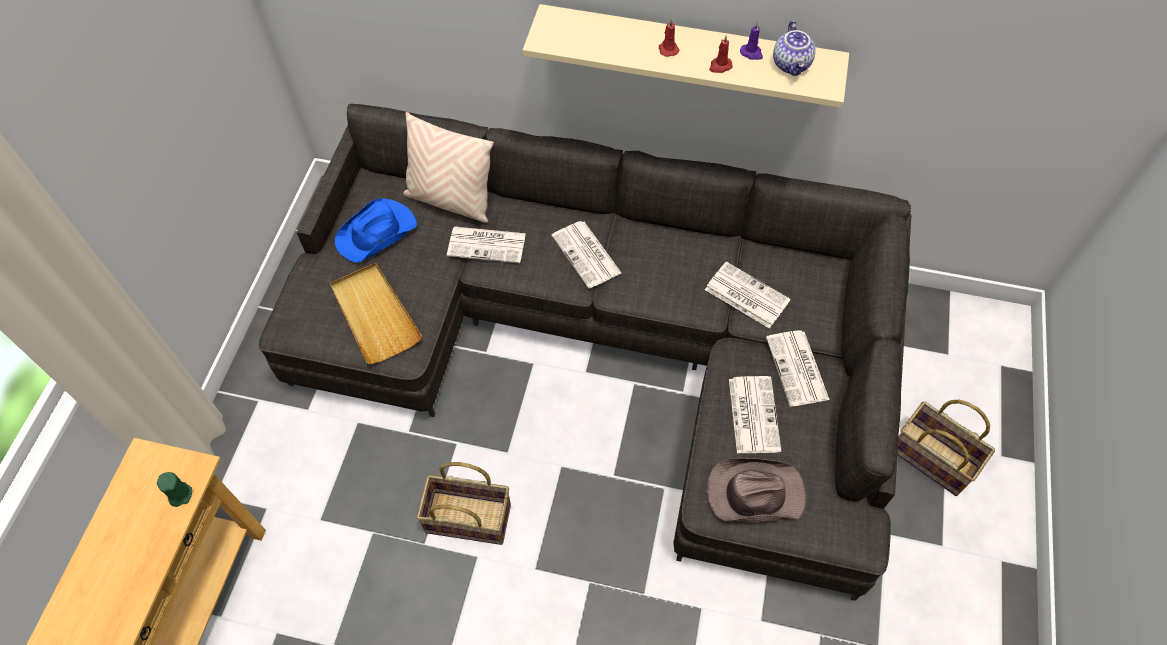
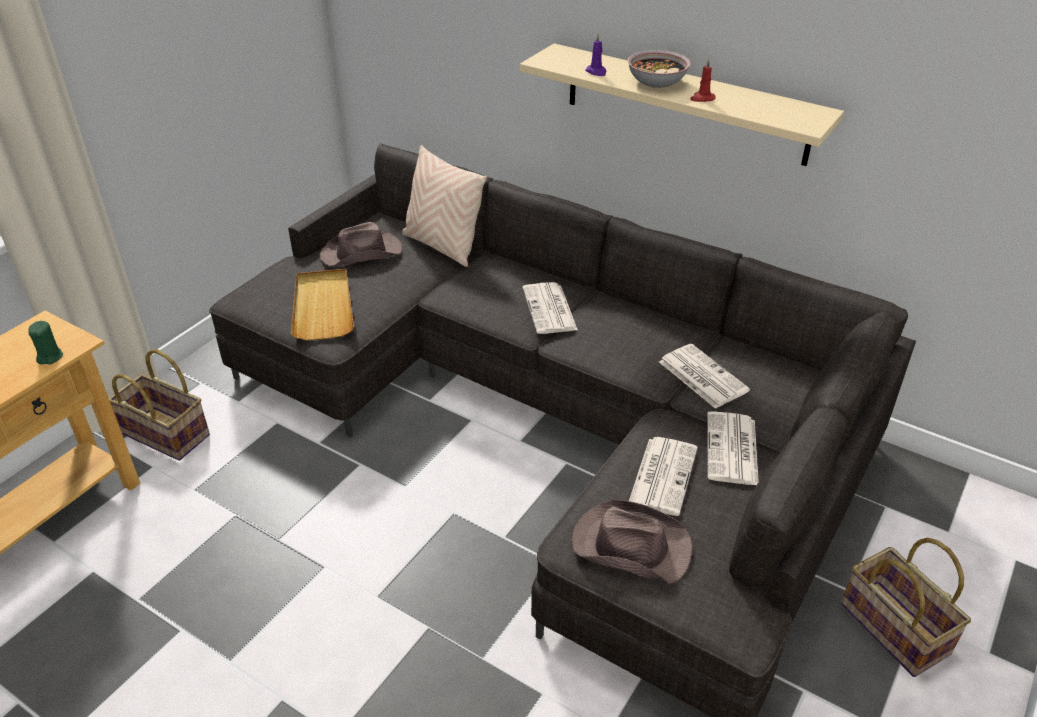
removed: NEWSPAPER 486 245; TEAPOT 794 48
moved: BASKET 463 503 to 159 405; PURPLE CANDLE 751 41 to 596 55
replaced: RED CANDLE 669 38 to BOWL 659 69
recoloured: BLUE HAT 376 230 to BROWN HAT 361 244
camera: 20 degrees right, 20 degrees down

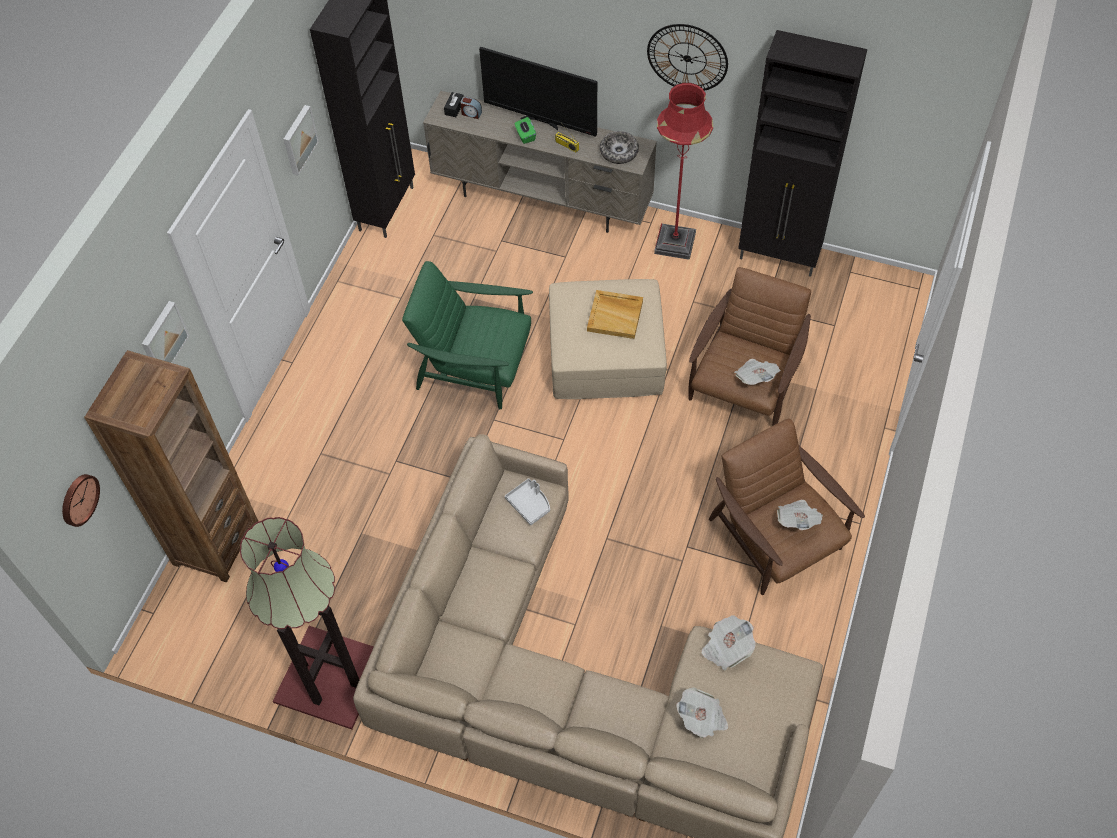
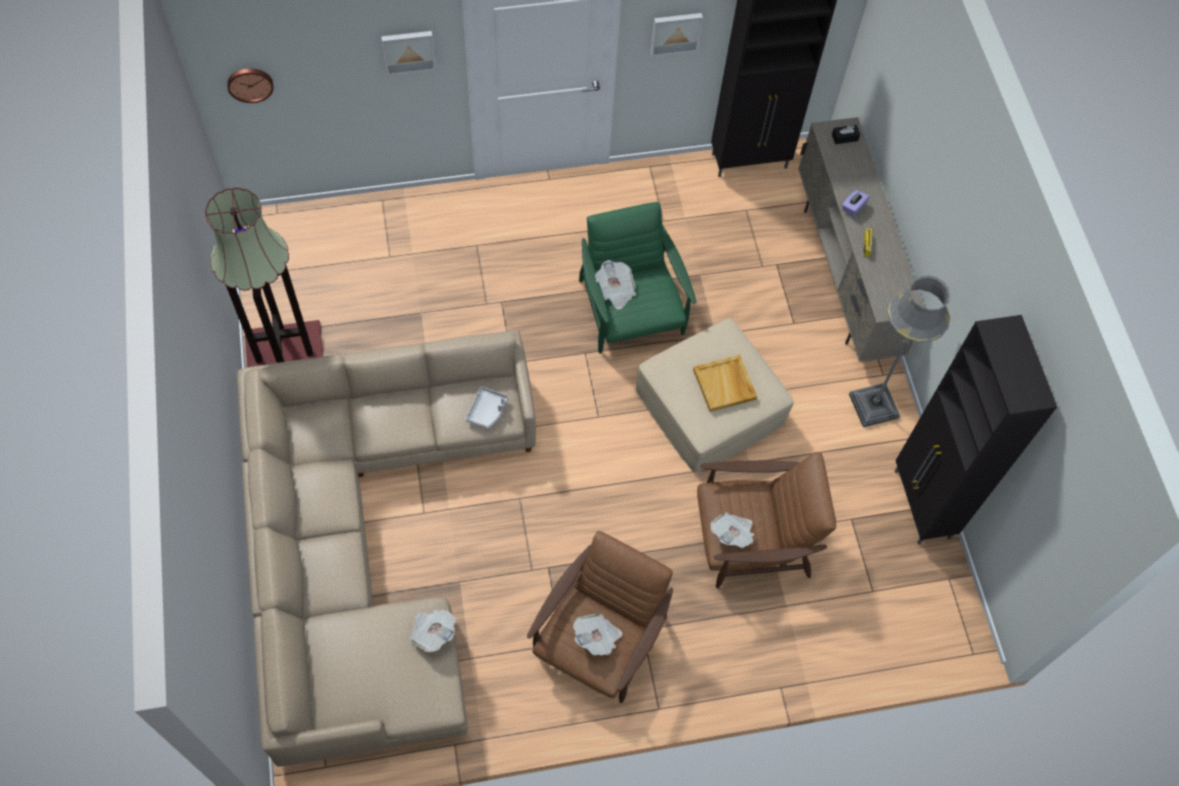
removed: BROWN BOOKCASE 171 466; ALARM CLOCK 471 107; TELEVISION 538 92; BOWL 619 147; WALL CLOCK 687 57
moved: NEWSPAPER 702 712 to 615 285
recoloured: GREEN TISSUE BOX 525 130 to PURPLE TISSUE BOX 856 203; RED FLOOR LAMP 683 171 to GREY FLOOR LAMP 899 351
camera: 55 degrees right, 5 degrees up

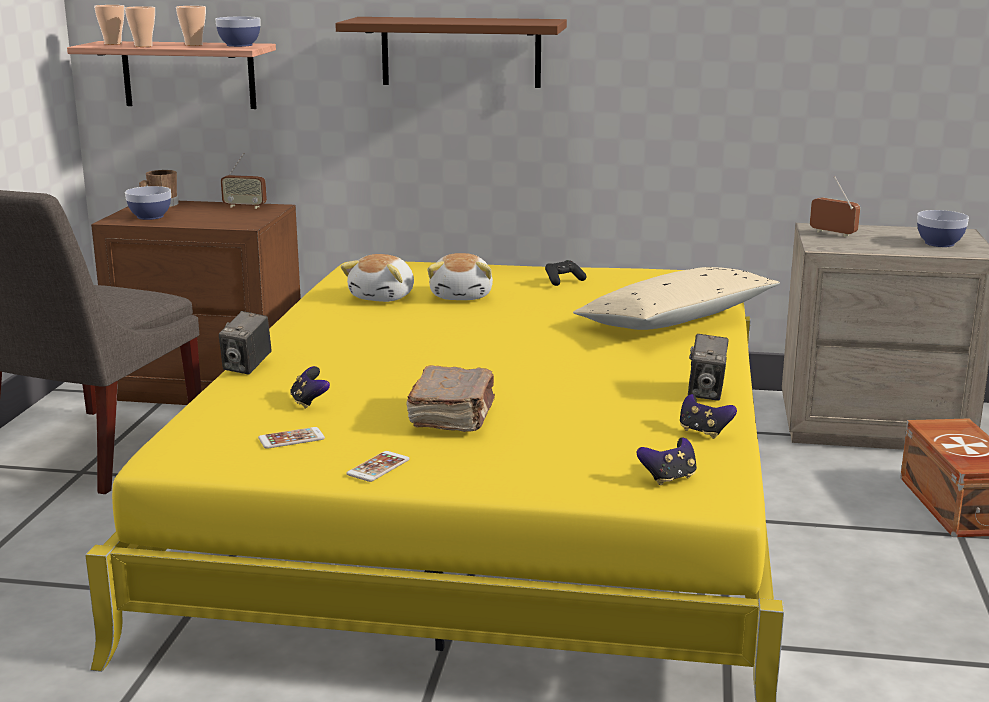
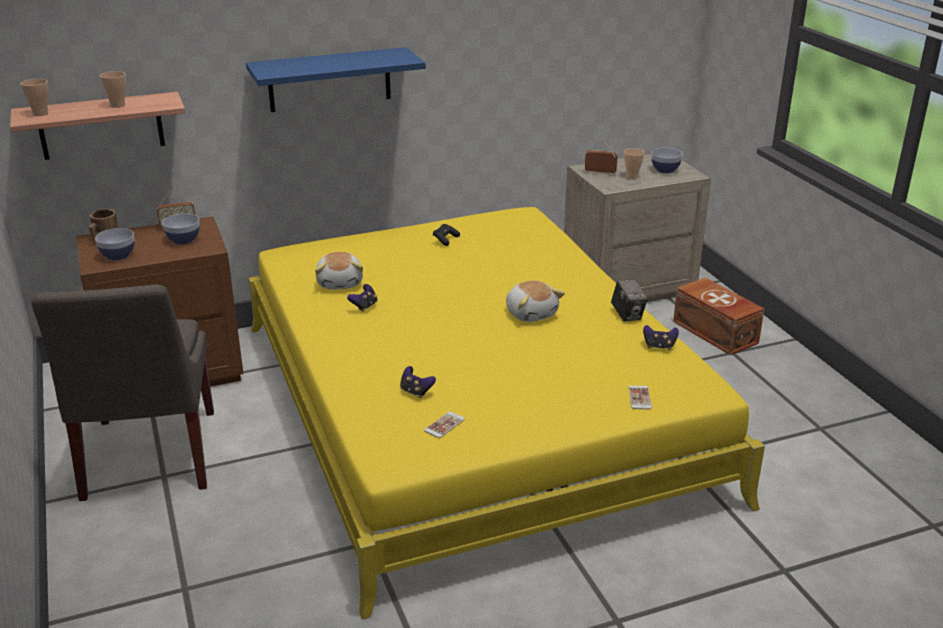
removed: PHOTO CAMERA 245 342; BROWN BOOK 450 398; BEIGE PILLOW 676 298
moved: BOWL 237 31 to 181 229; GAME CONTROLLER 667 461 to 362 298; PLUSH TOY 460 276 to 535 301; CUP 140 26 to 634 163; PHONE 378 466 to 640 397
recoloured: BROWN SHELF 451 52 to BLUE SHELF 336 79
camera: 30 degrees left, 10 degrees up

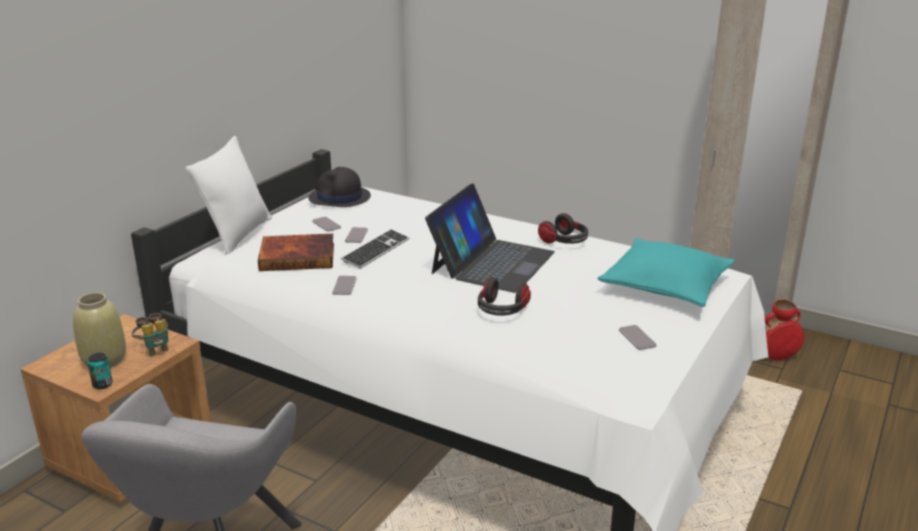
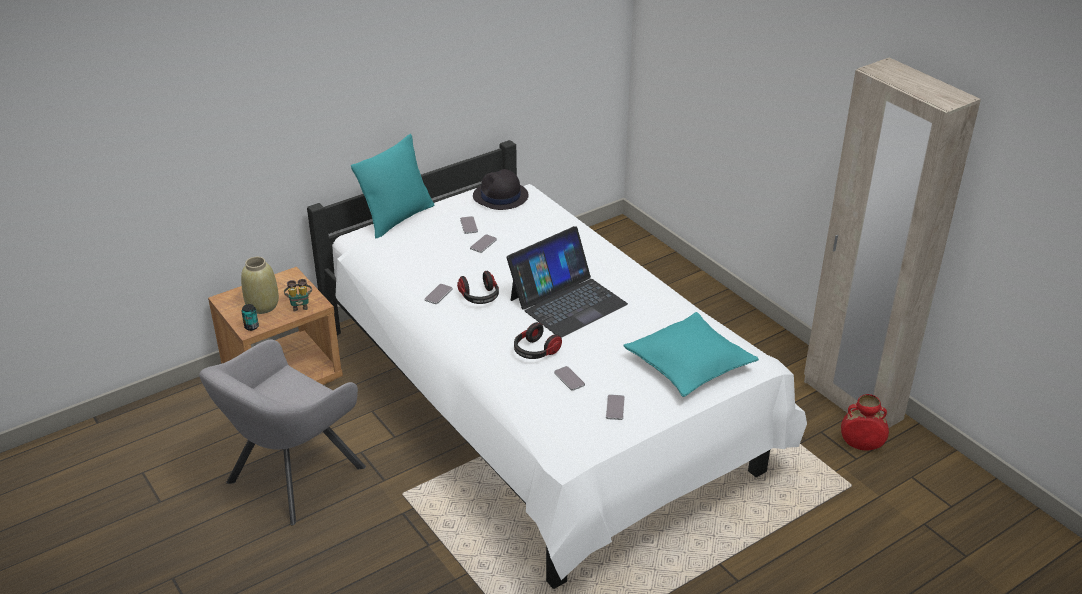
removed: BOOK 296 252; KEYBOARD 375 249
added: PHONE 569 378
moved: HEADPHONES 563 228 to 478 287
recoloured: WHITE PILLOW 229 195 to TURQUOISE PILLOW 392 186
camera: 25 degrees right, 10 degrees up

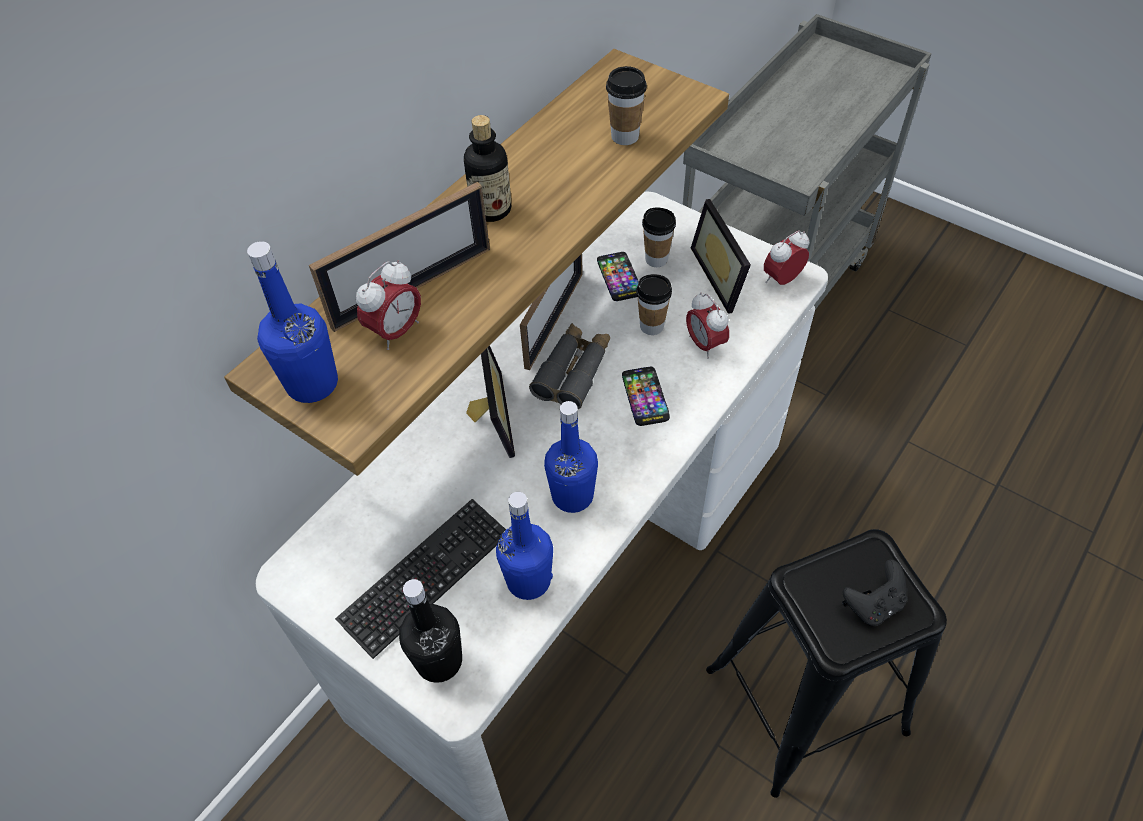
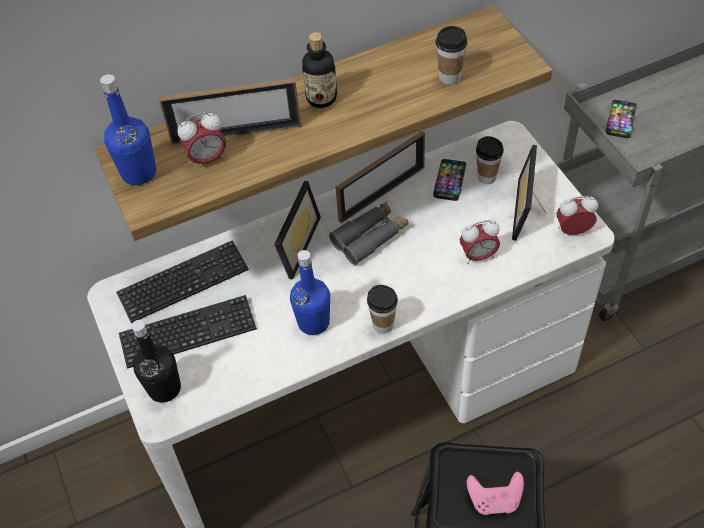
removed: BLUE BOTTLE 524 546
added: KEYBOARD 182 281
moved: CUP 654 304 to 382 309; PHONE 646 396 to 621 119
recoloured: BLACK GAME CONTROLLER 875 592 to PINK GAME CONTROLLER 495 493
turned: ALARM CLOCK 707 325 = 480 242 105 degrees counterclockwise
camera: 30 degrees right, 0 degrees up

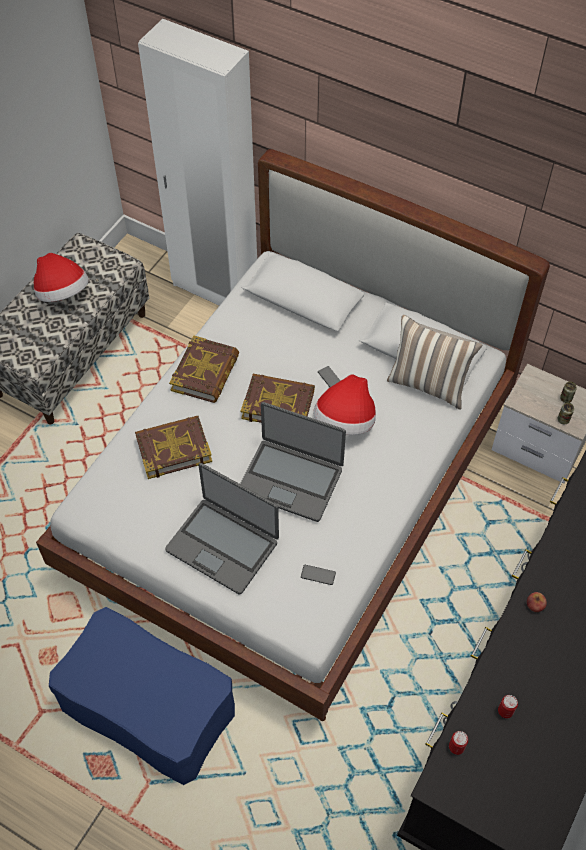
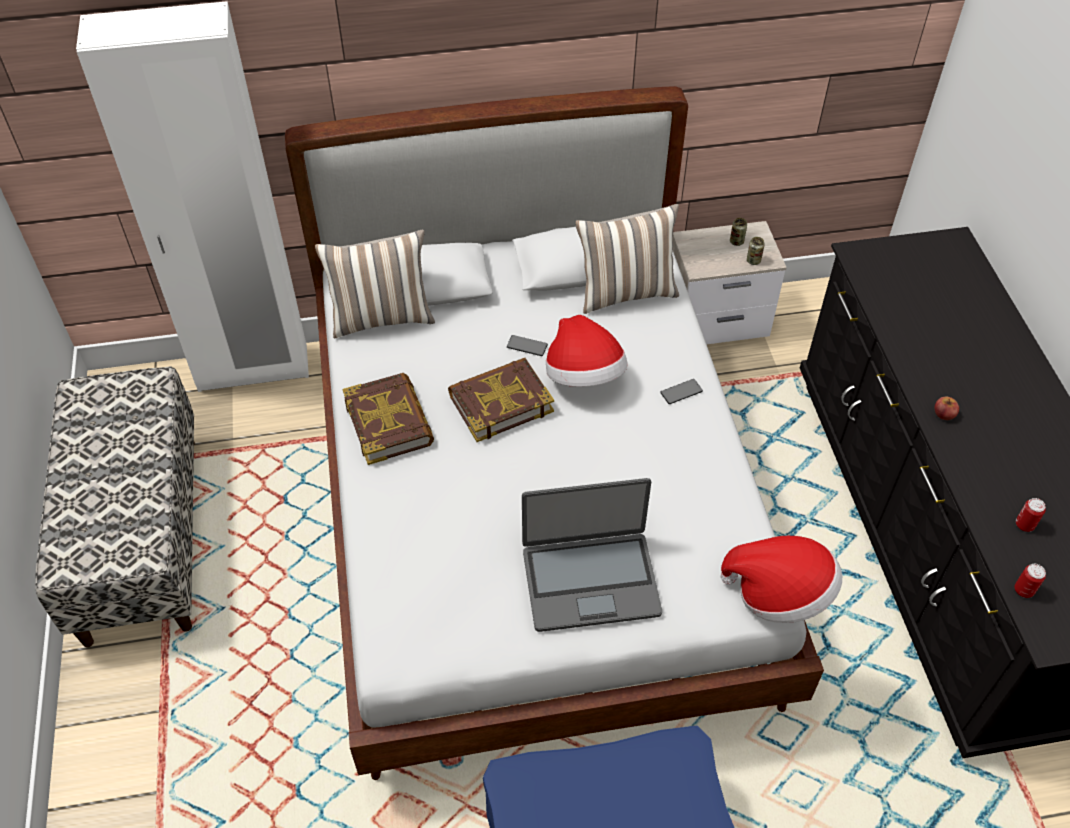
removed: BOOK 173 447; LAPTOP 293 462
added: PILLOW 375 283
moved: PHONE 318 575 to 681 391; HAT 61 277 to 781 579
camera: 40 degrees left, 5 degrees down

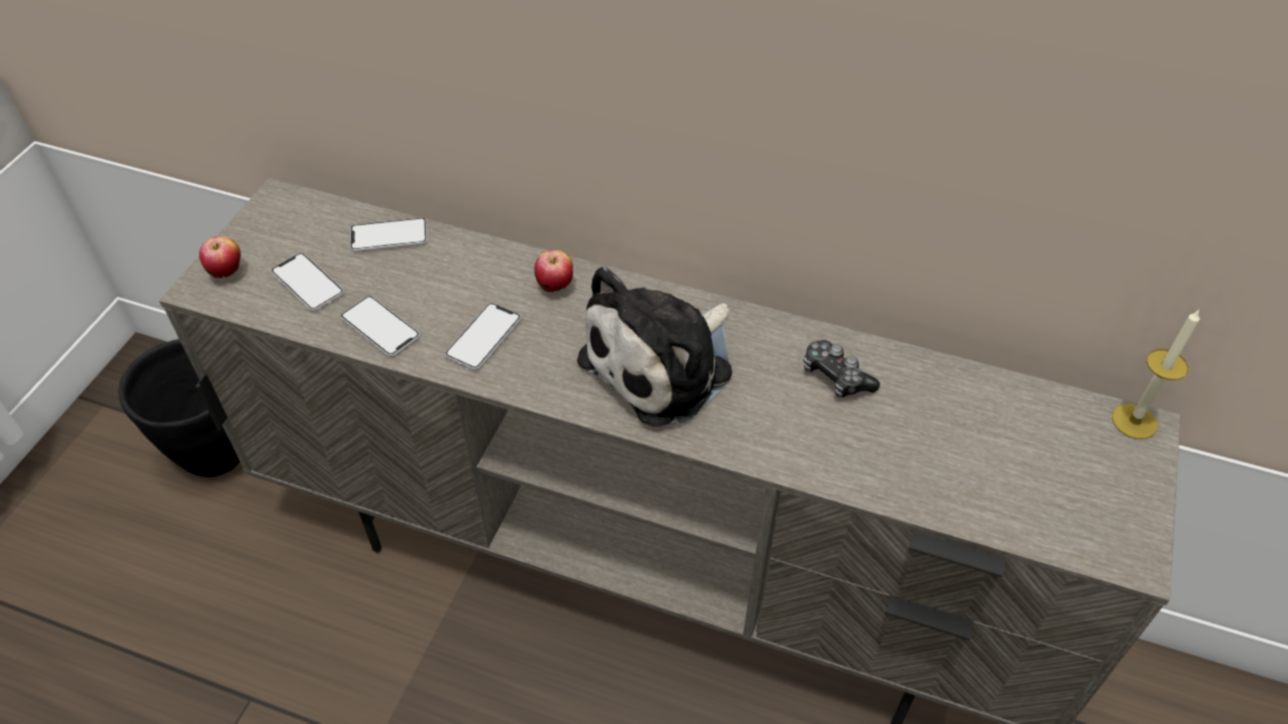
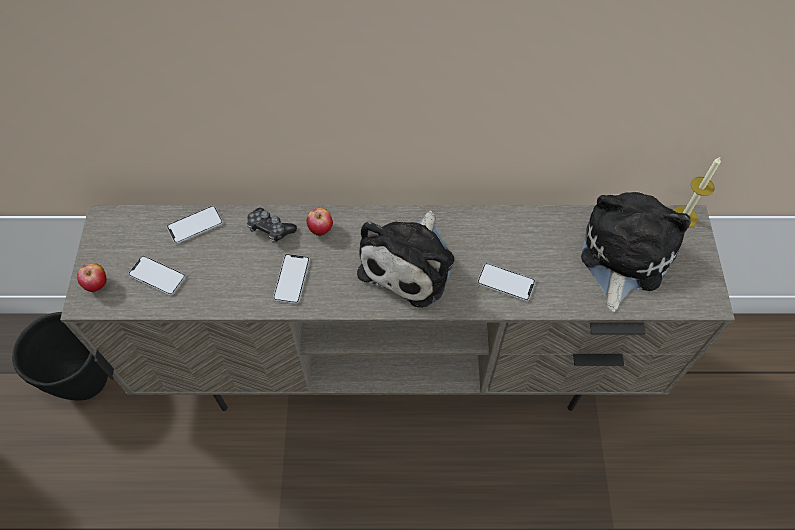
added: PLUSH TOY 636 251
moved: GAME CONTROLLER 841 369 to 272 225; PHONE 380 326 to 506 282
camera: 20 degrees left, 10 degrees up

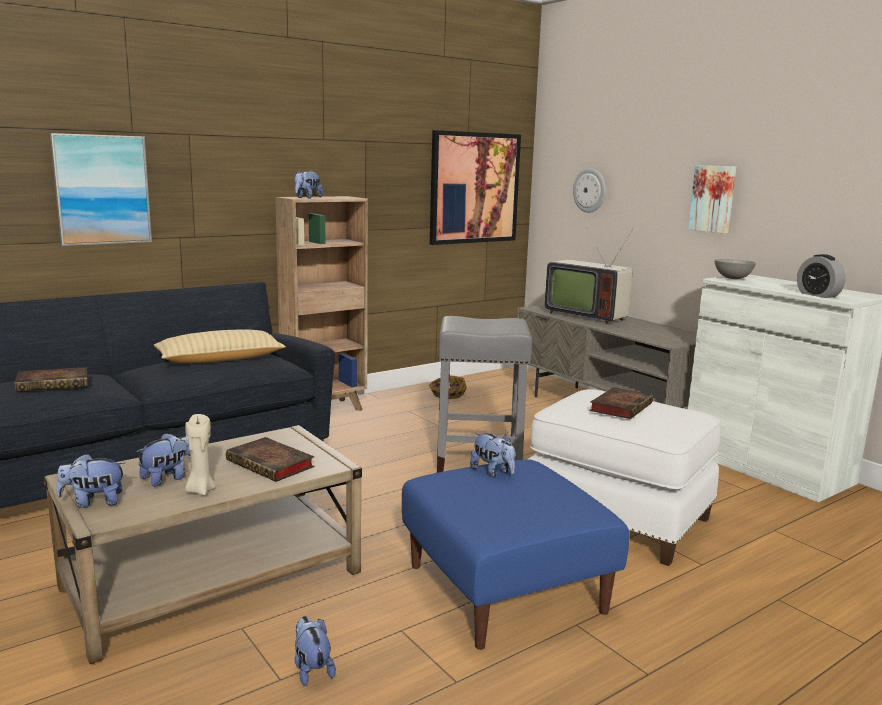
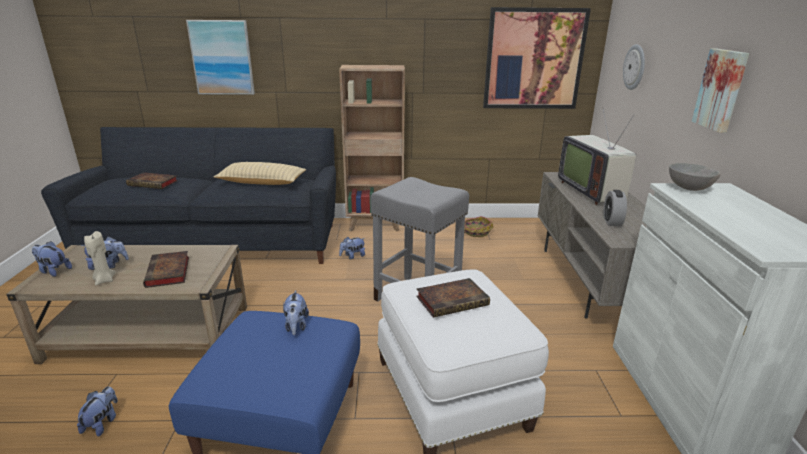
moved: PLUSH TOY 309 184 to 352 247; ALARM CLOCK 821 276 to 615 208
camera: 35 degrees right, 10 degrees up

